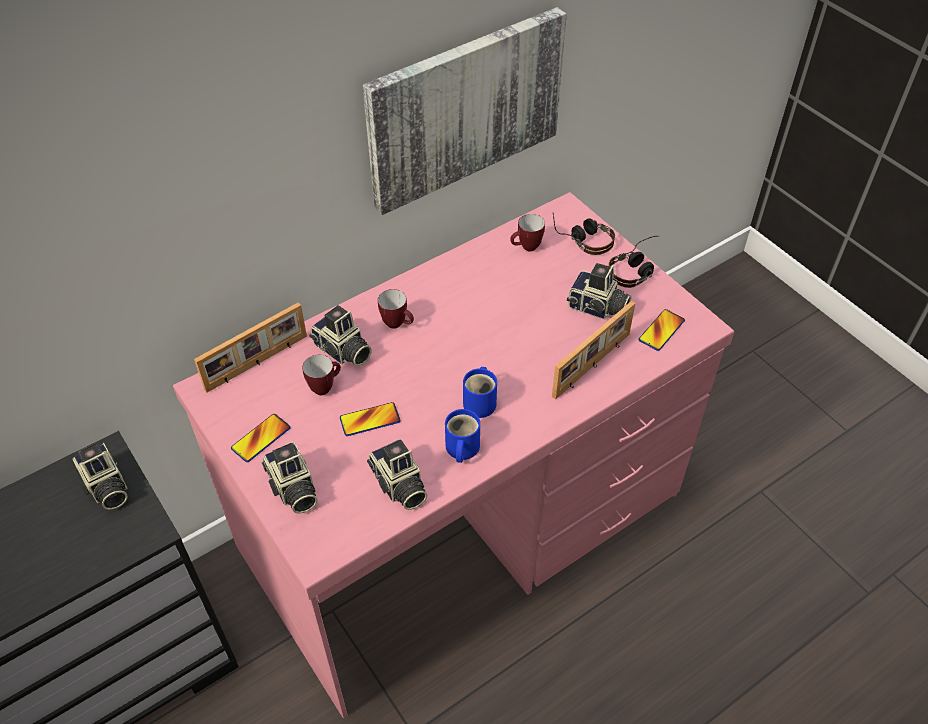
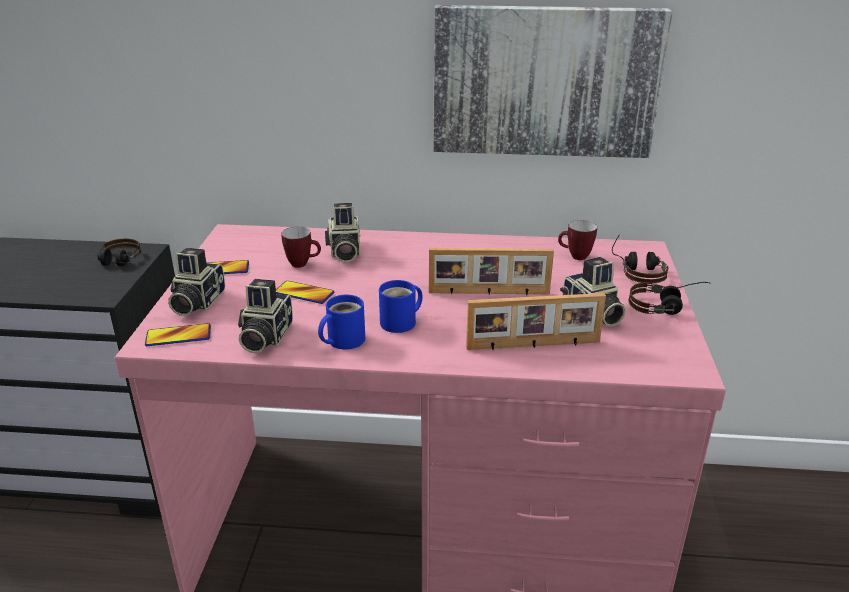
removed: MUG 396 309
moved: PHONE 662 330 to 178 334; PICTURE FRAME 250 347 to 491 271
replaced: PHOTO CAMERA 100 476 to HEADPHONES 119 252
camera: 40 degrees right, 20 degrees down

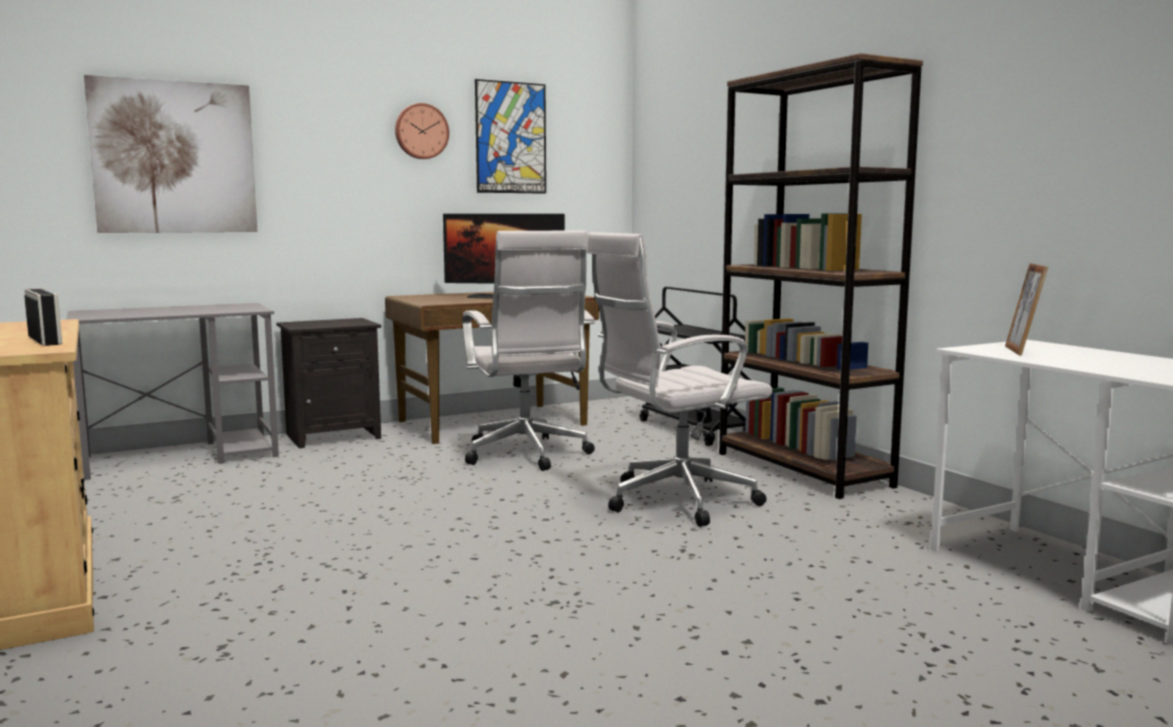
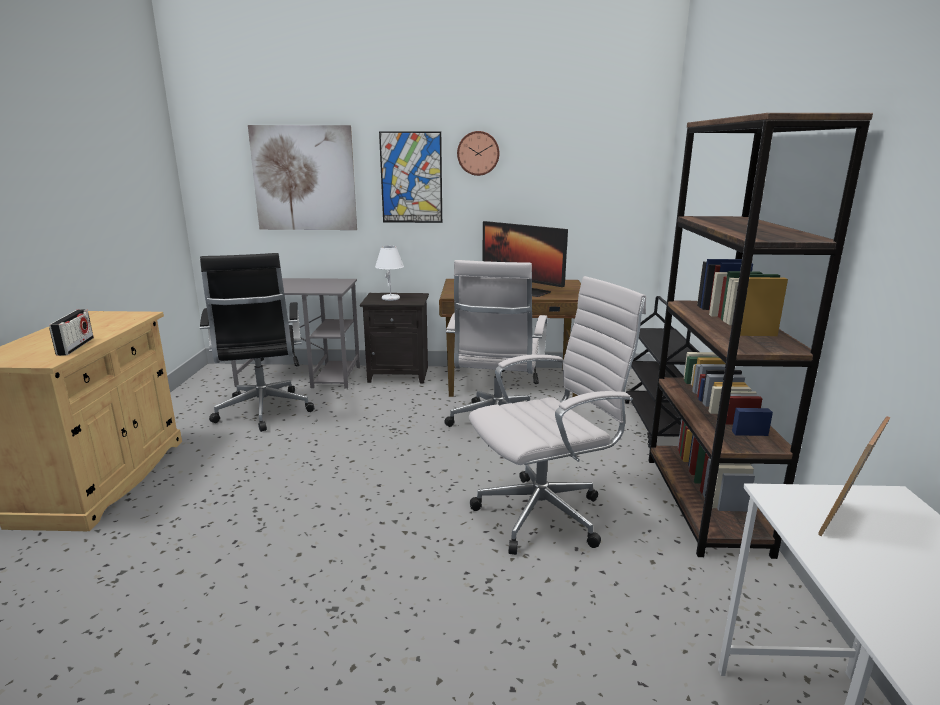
added: BLACK OFFICE CHAIR 257 342; WHITE TABLE LAMP 389 273
moved: PICTURE 510 136 to 410 177
turned: WHITE OFFICE CHAIR 679 379 = 557 415 150 degrees clockwise
camera: 30 degrees right, 10 degrees up

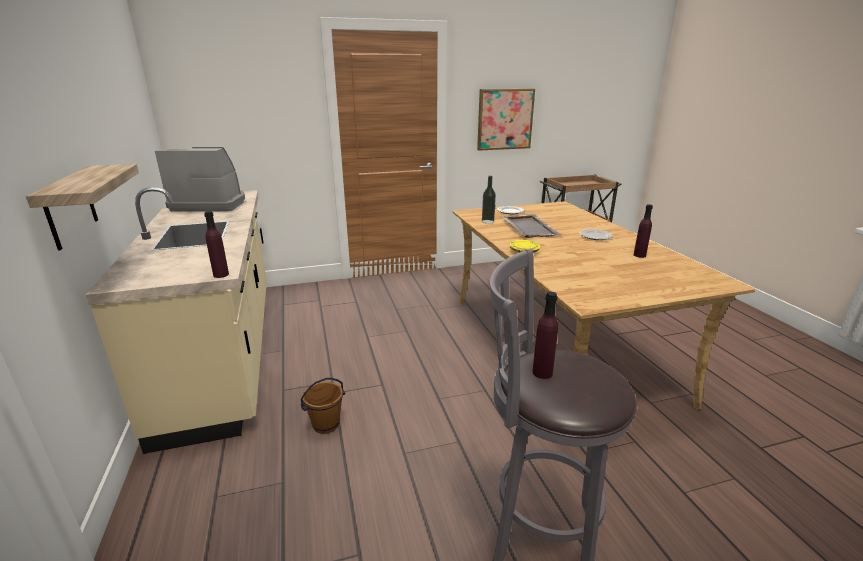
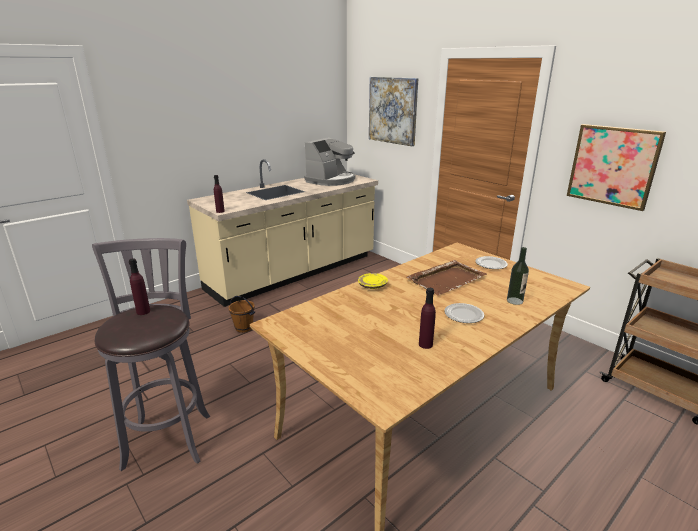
removed: SHELF 82 207
added: PICTURE 394 111
moved: BOTTLE 489 200 to 518 276
recoloured: GREY TRAY 531 226 to BROWN TRAY 447 277
turned: COFFEE MACHINE 200 179 = 329 161 60 degrees clockwise
camera: 65 degrees right, 0 degrees up

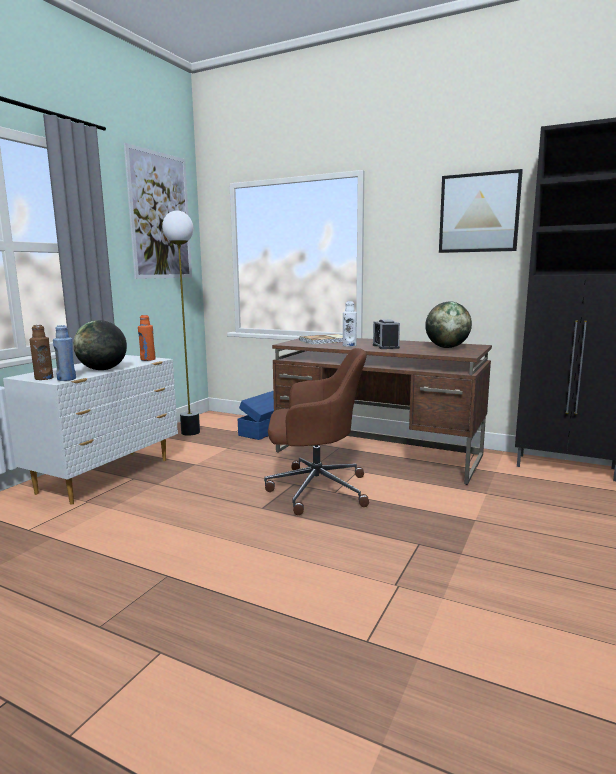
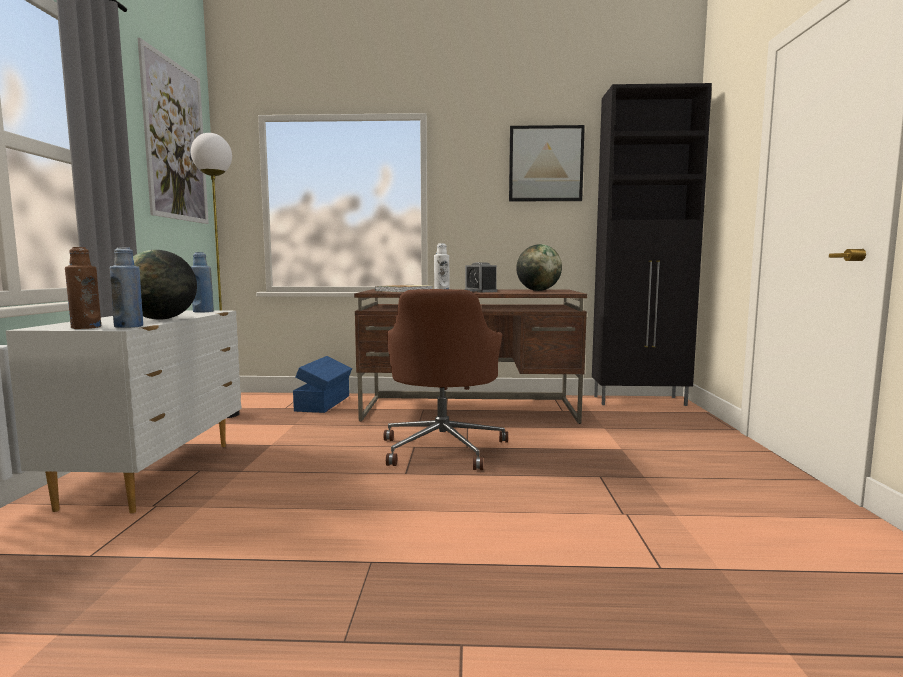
recoloured: ORANGE BOTTLE 147 338 to BLUE BOTTLE 202 282
turned: BROWN OFFICE CHAIR 316 431 = 445 379 120 degrees clockwise
camera: 25 degrees left, 5 degrees down

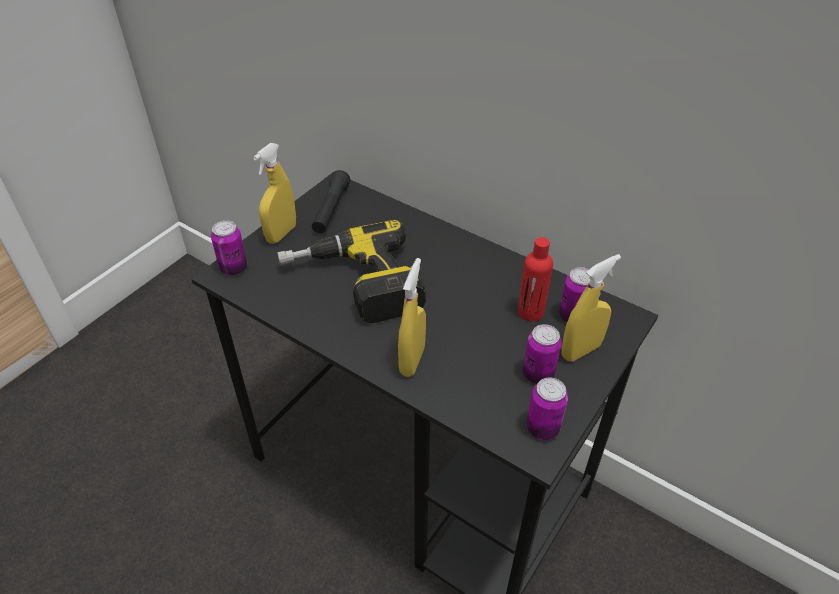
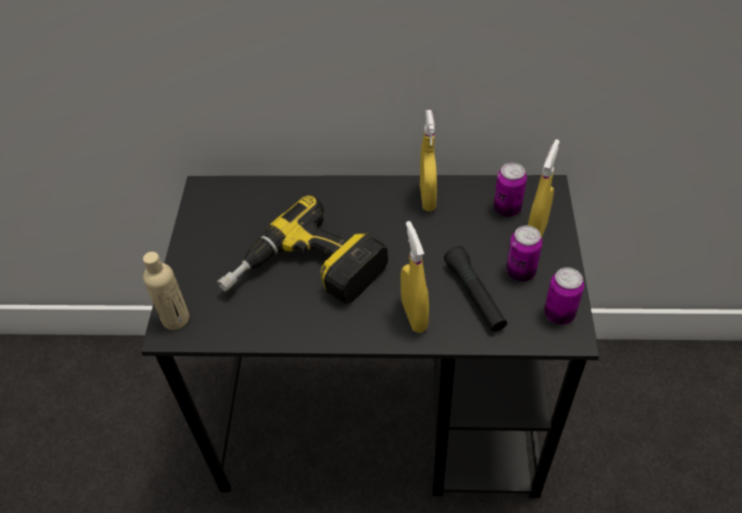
removed: RED BOTTLE 535 279
moved: YELLOW SPRAY BOTTLE 274 193 to 428 160; BLACK FLASHLIGHT 331 201 to 475 289
replaced: CAN 229 248 to BEIGE BOTTLE 166 291
camera: 30 degrees left, 5 degrees up

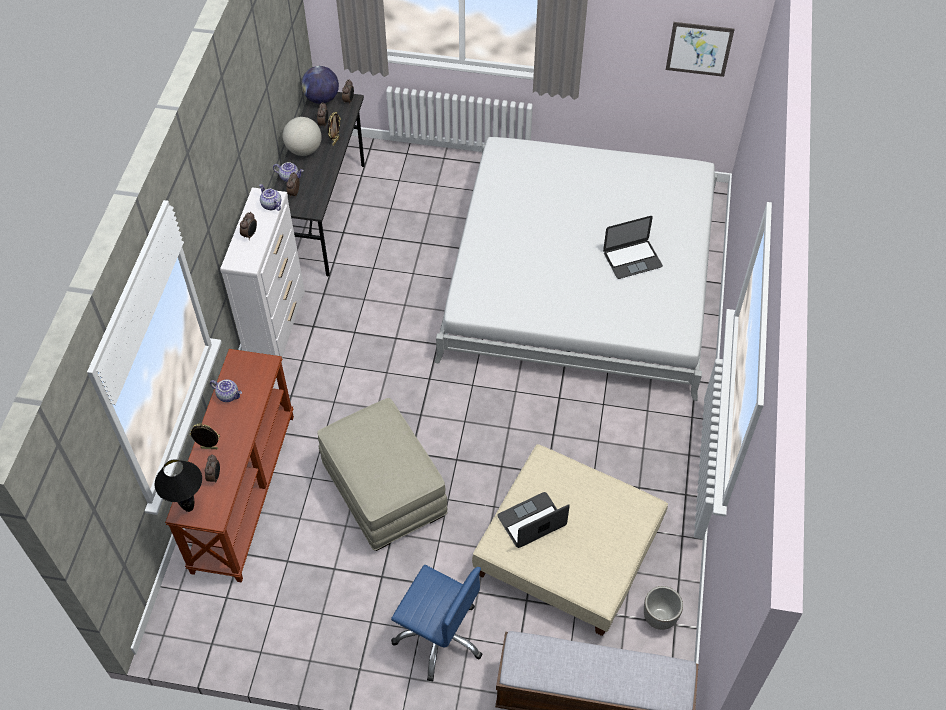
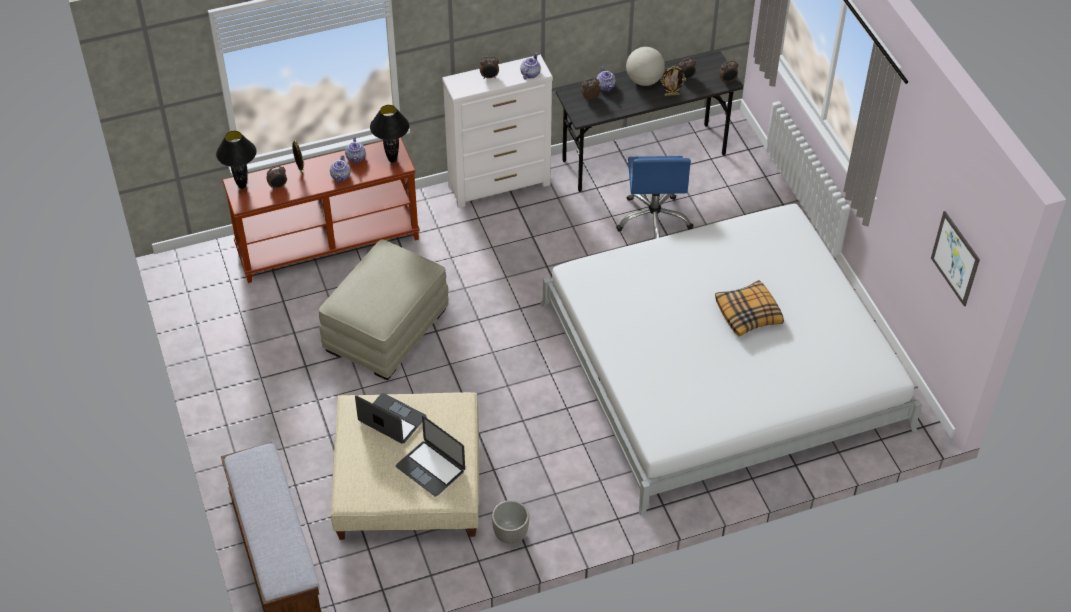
removed: GLOBE 320 85
added: TEAPOT 340 168; BLACK TABLE LAMP 389 133; PILLOW 749 308
moved: LAPTOP 633 247 to 430 456; PLANTER 663 608 to 510 522; BLUE OFFICE CHAIR 436 623 to 654 197
camera: 60 degrees right, 5 degrees down

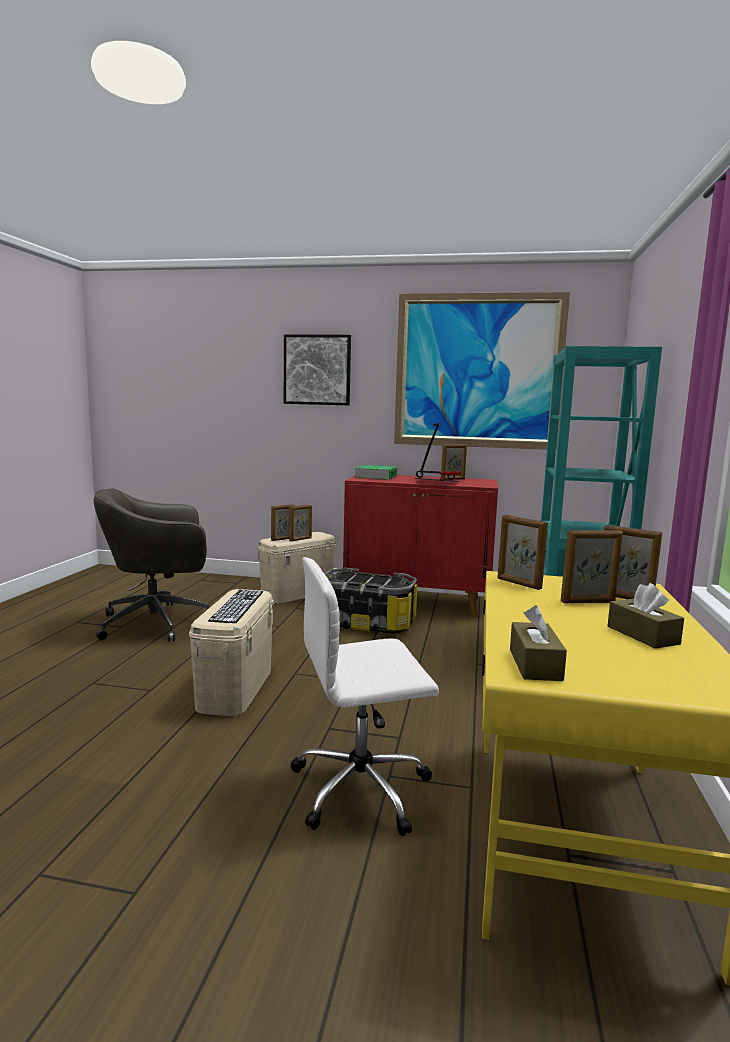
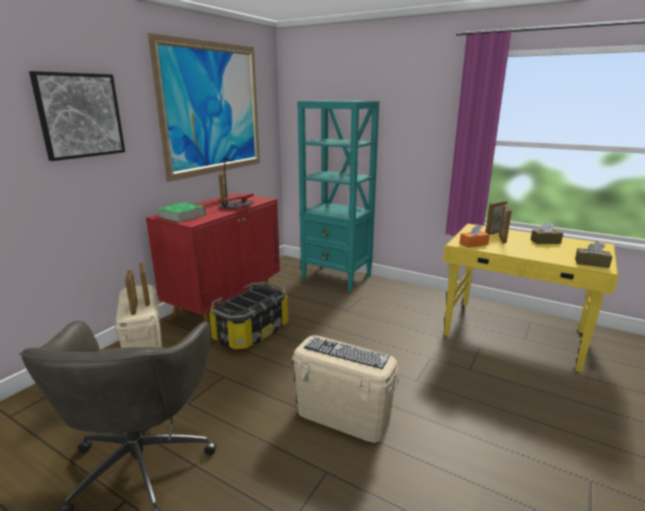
removed: WHITE OFFICE CHAIR 365 696
replaced: PICTURE FRAME 522 552 to ORANGE TISSUE BOX 474 236
camera: 70 degrees left, 10 degrees up

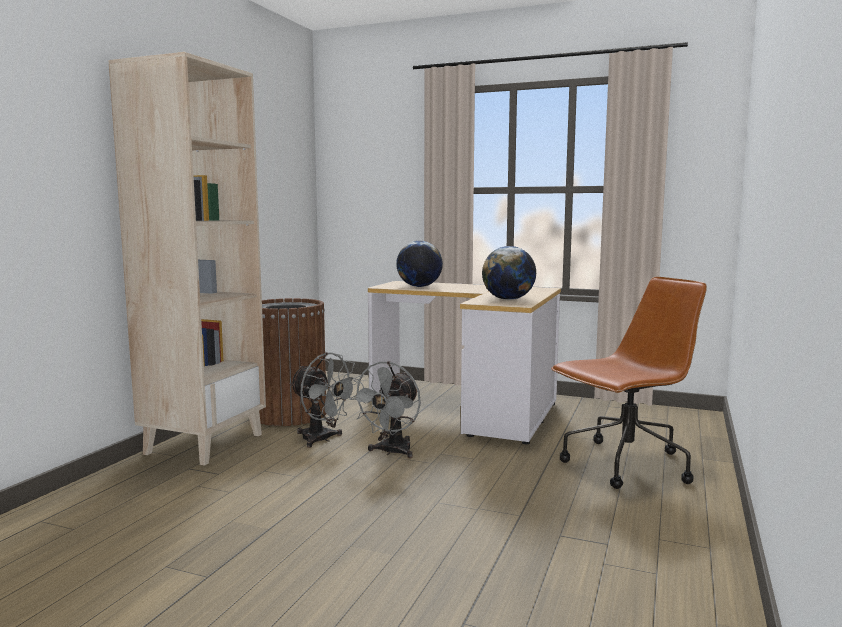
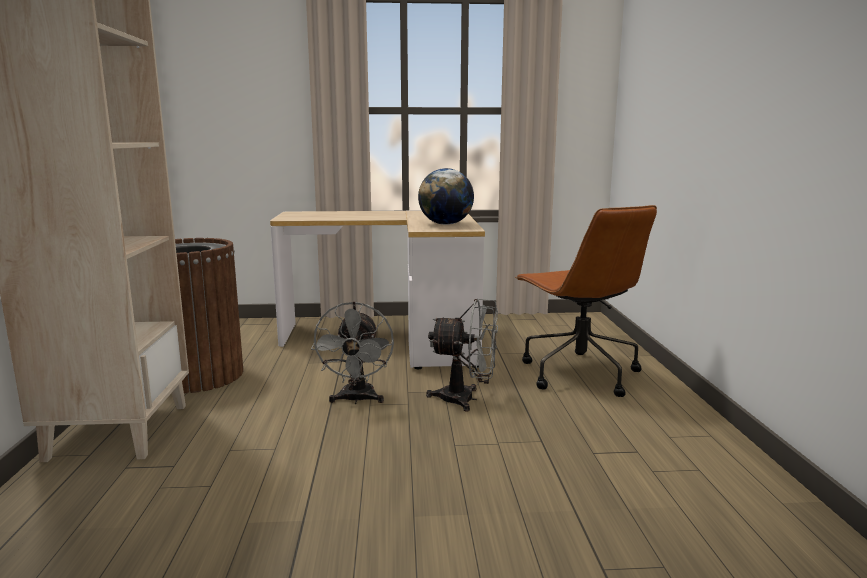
removed: GLOBE 419 264
moved: GREY FAN 324 400 to 462 355
turned: BROWN OFFICE CHAIR 629 383 = 586 301 120 degrees clockwise
camera: 25 degrees left, 5 degrees up

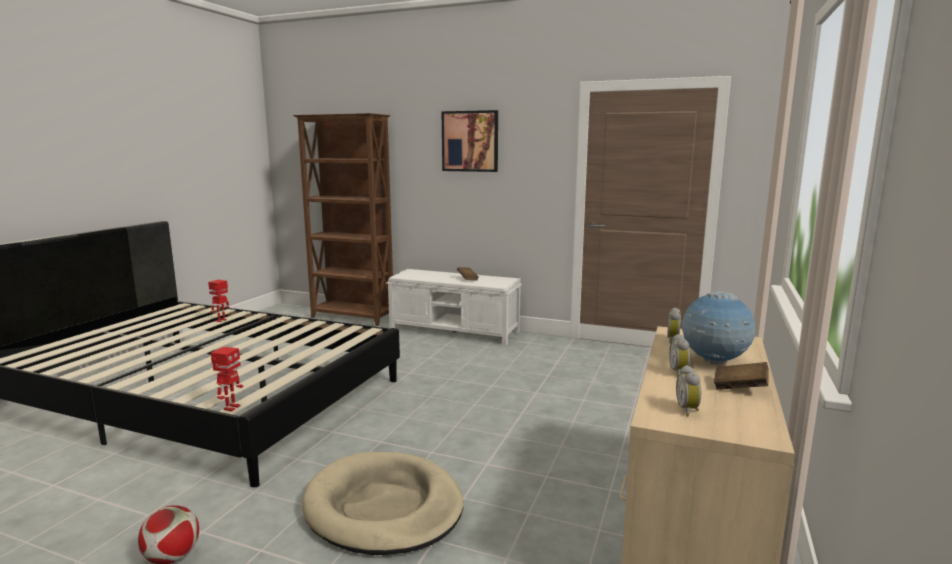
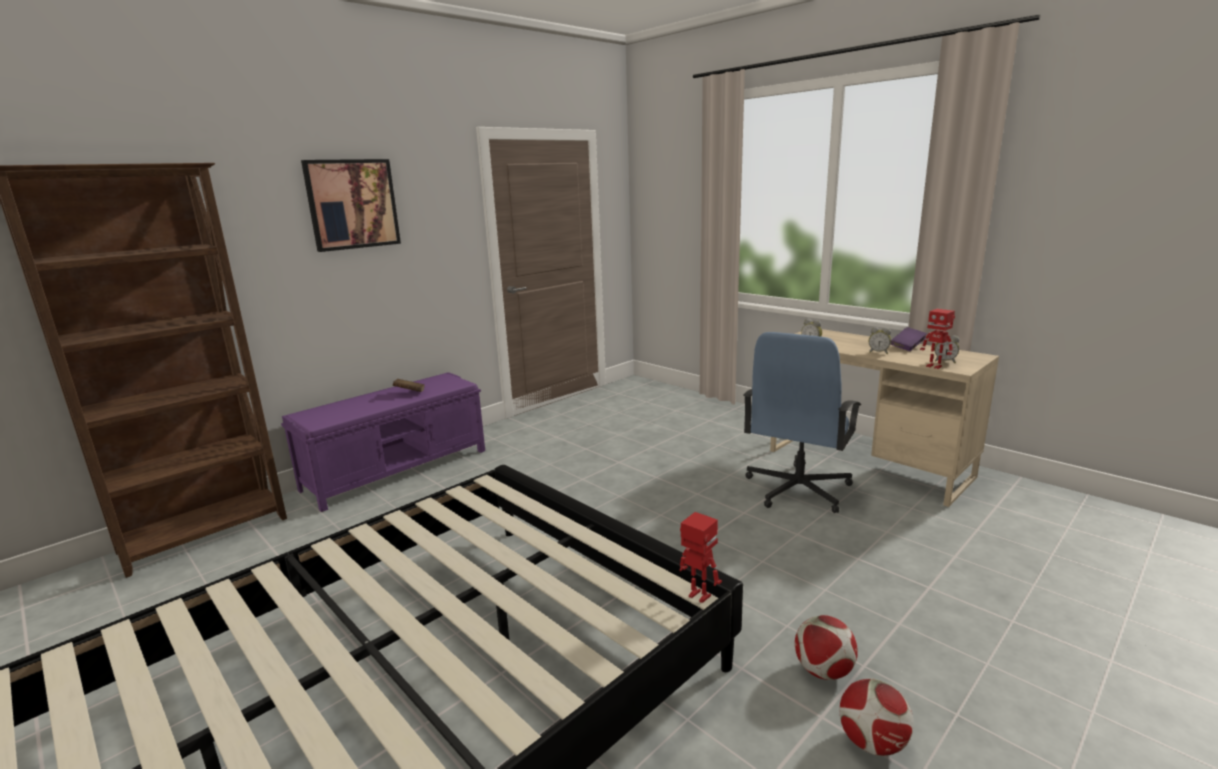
removed: BEIGE DOG BED 383 503; GLOBE 718 328
added: BLUE OFFICE CHAIR 802 422; FOOTBALL 826 647
moved: TOY ROBOT 219 301 to 937 339
recoloured: WHITE BENCH 454 307 to PURPLE BENCH 383 442; BROWN BOOK 741 376 to PURPLE BOOK 909 339
camera: 65 degrees left, 5 degrees up

